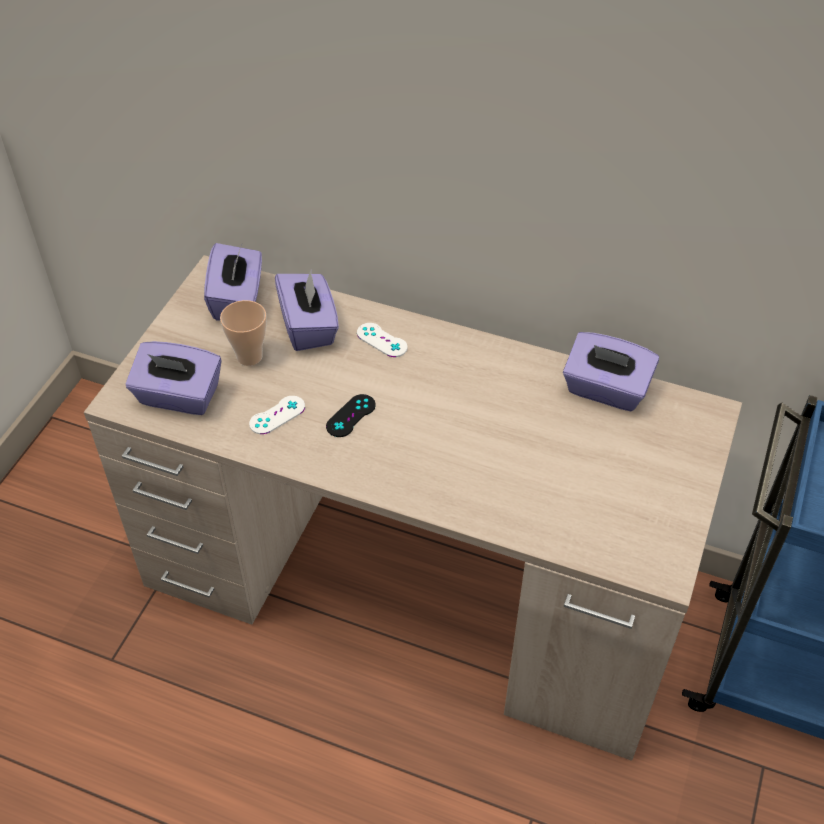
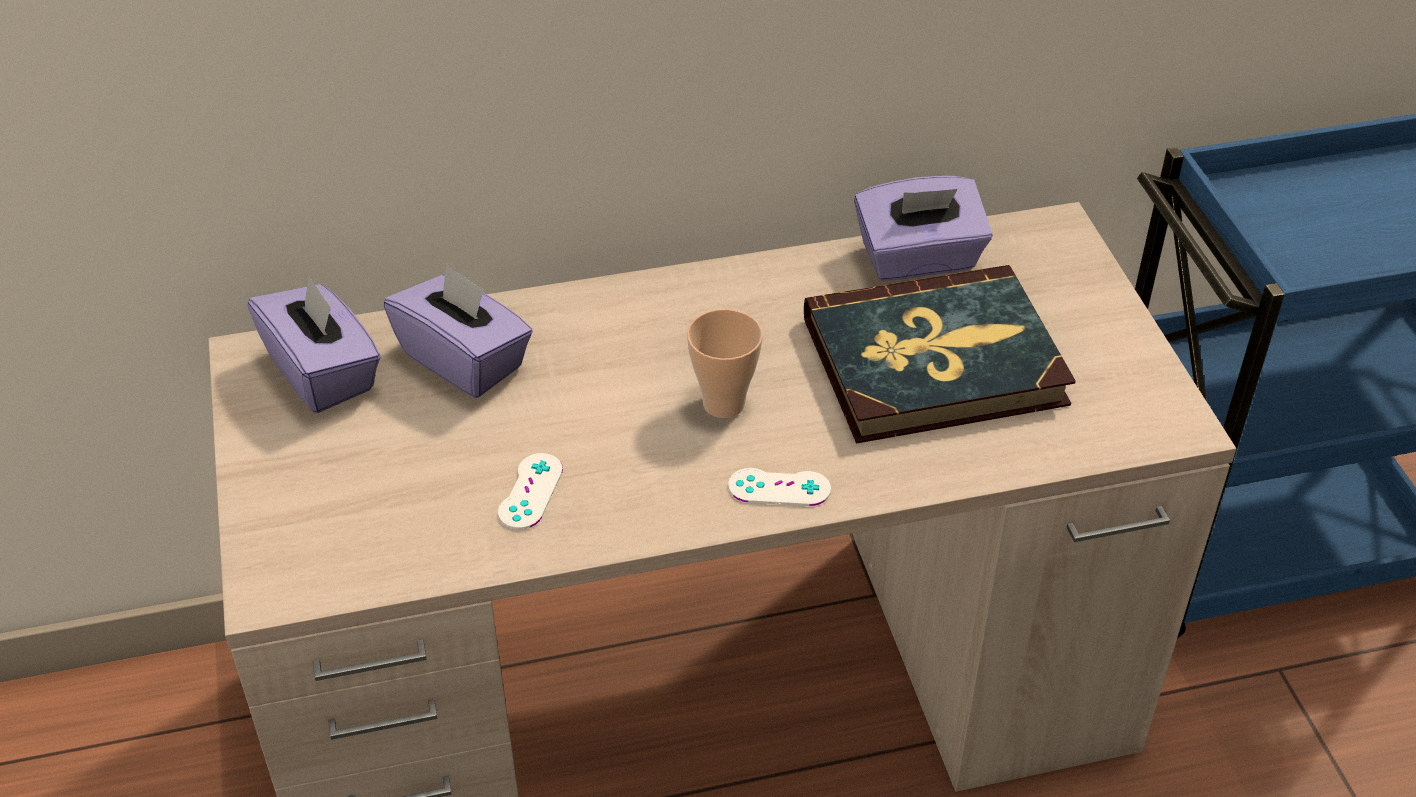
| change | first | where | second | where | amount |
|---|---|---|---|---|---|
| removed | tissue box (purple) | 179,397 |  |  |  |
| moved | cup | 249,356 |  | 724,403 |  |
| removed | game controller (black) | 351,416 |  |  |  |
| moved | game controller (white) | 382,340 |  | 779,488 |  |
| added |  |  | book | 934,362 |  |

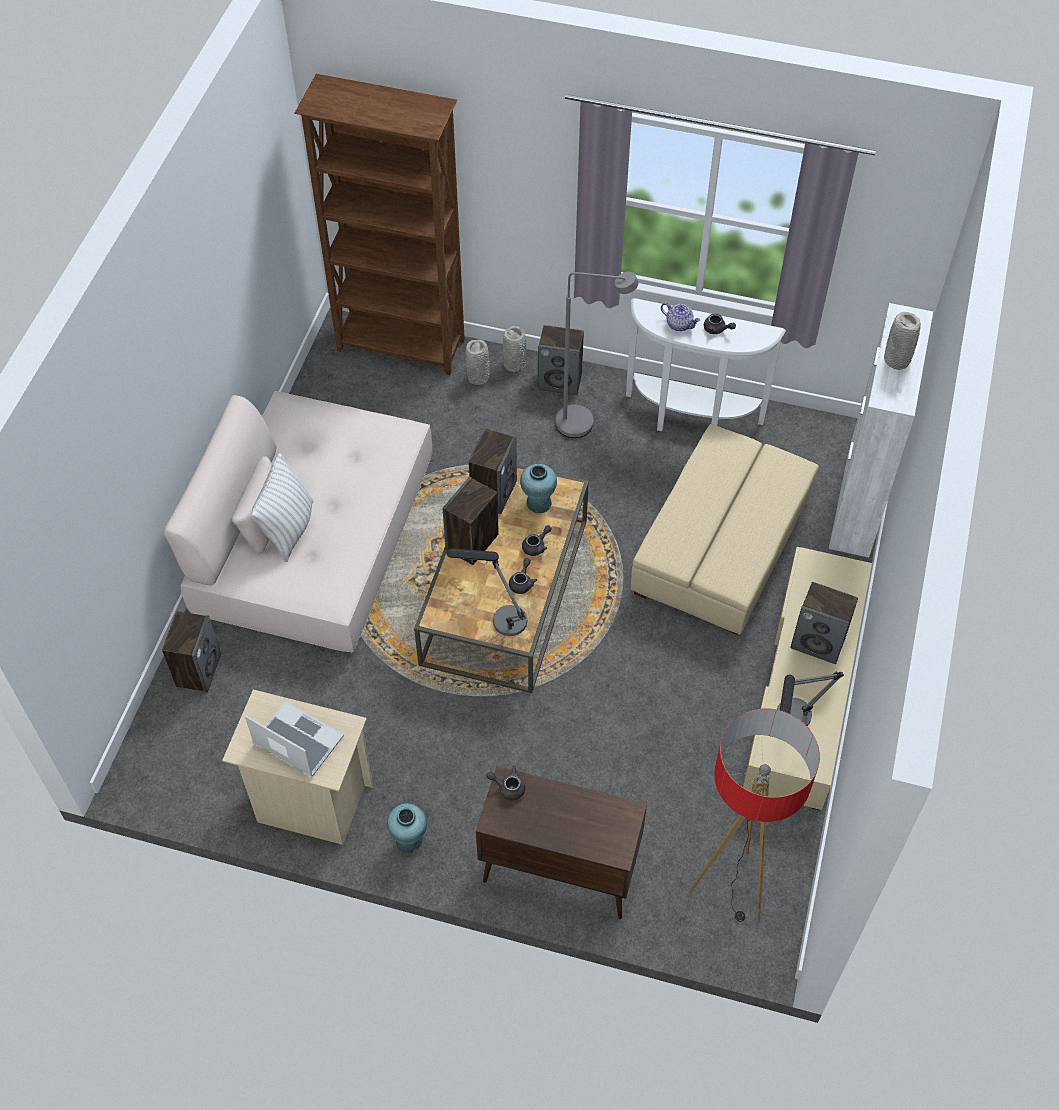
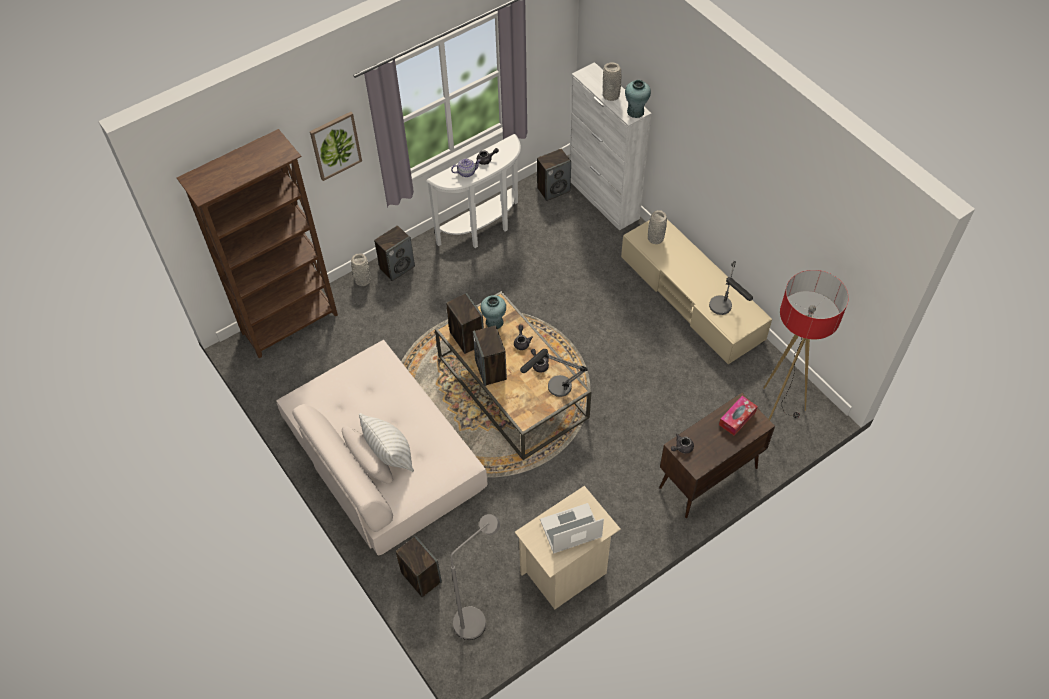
| change | first | where | second | where | amount |
|---|---|---|---|---|---|
| moved | vase (turquoise) | 409,839 |  | 635,111 |  |
| moved | vase (grey) | 478,377 |  | 655,238 |  |
| moved | floor lamp (grey) | 585,424 |  | 476,617 |  |
| removed | ottoman (beige) | 721,546 |  |  |  |
| moved | speaker | 818,642 |  | 553,189 |  |
| added |  |  | picture | 335,145 |  |
| added |  |  | tissue box | 737,418 |  |

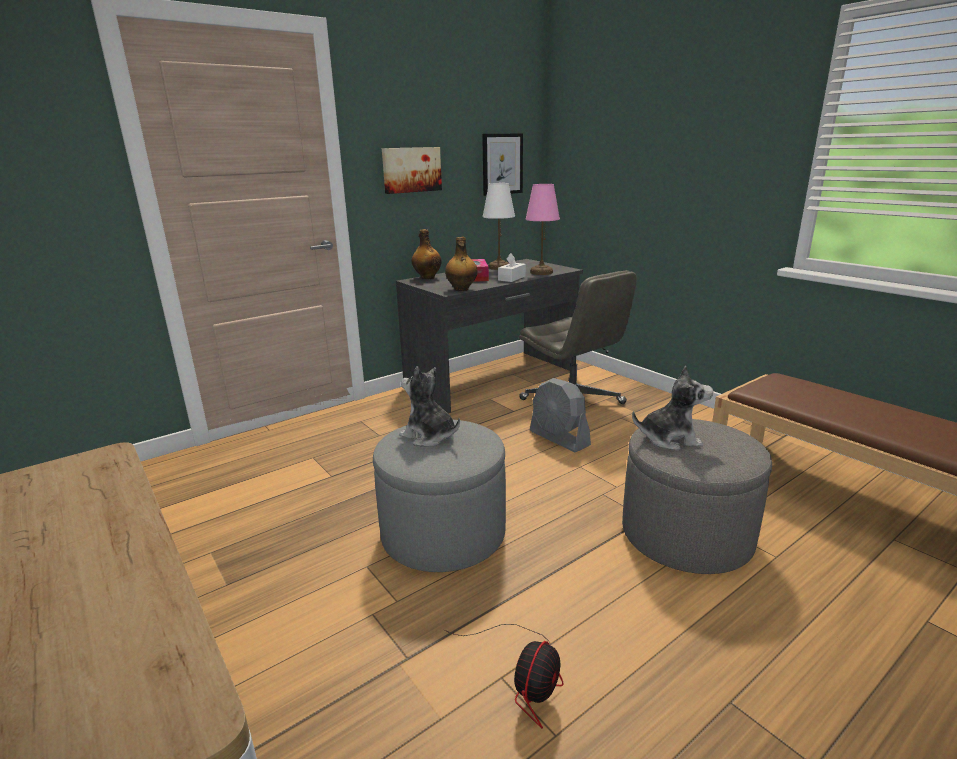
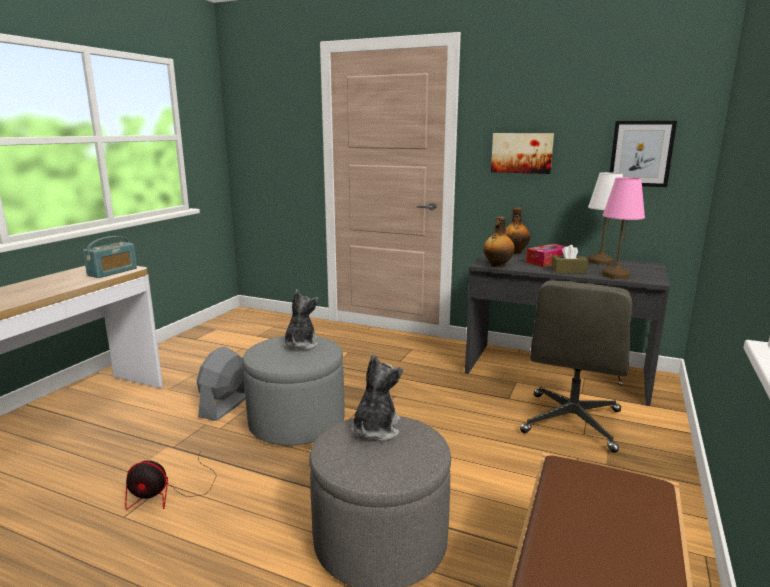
| change | first | where | second | where | amount |
|---|---|---|---|---|---|
| recoloured | tissue box (white) | 512,278 | tissue box (brown) | 568,271 |  |
| moved | fan (grey) | 559,438 |  | 225,405 |  |
| turned | plush toy | 670,439 |  | 375,429 | 135 degrees counterclockwise |
| added |  |  | radio | 112,272 |  |

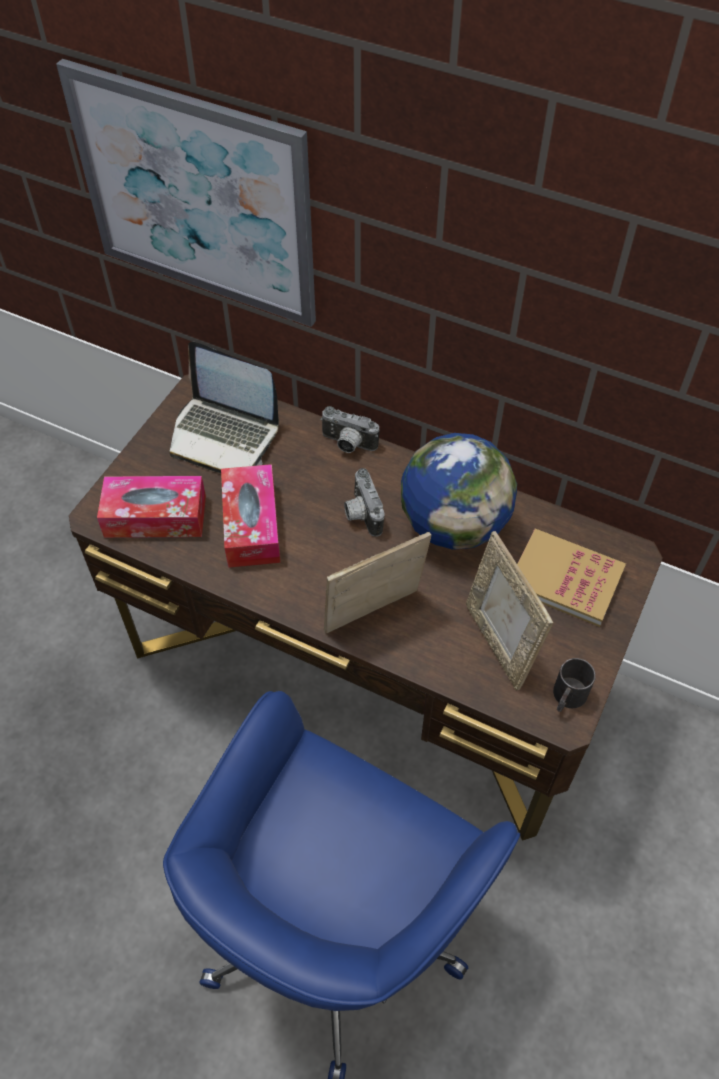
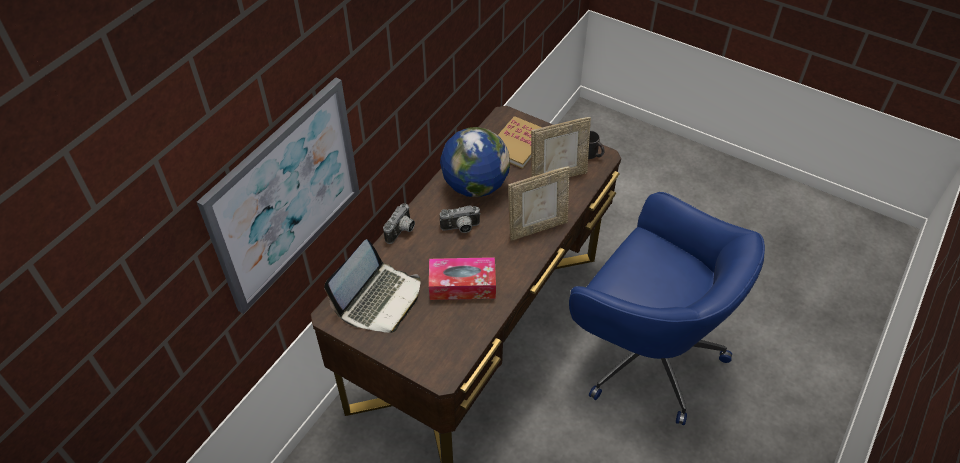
| change | first | where | second | where | amount |
|---|---|---|---|---|---|
| removed | tissue box | 155,516 |  |  |  |
| turned | picture frame | 374,616 |  | 537,227 | 90 degrees counterclockwise |

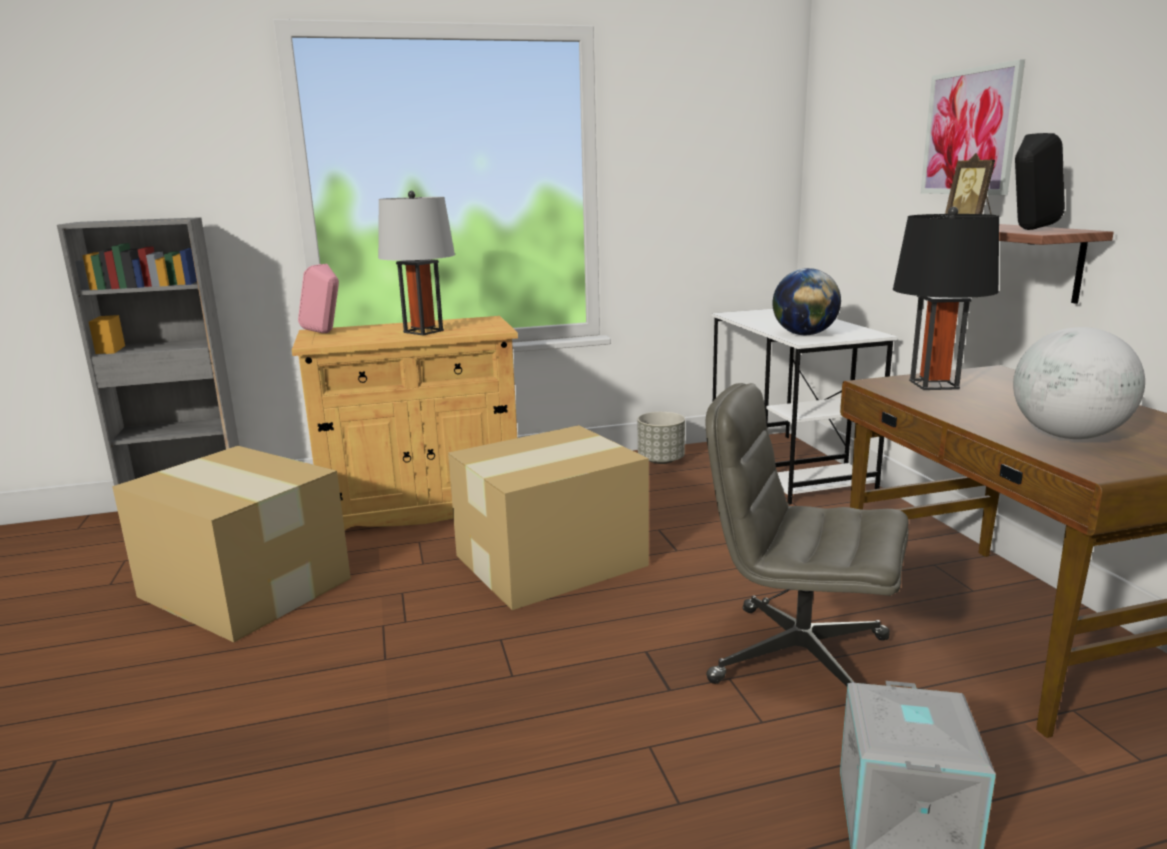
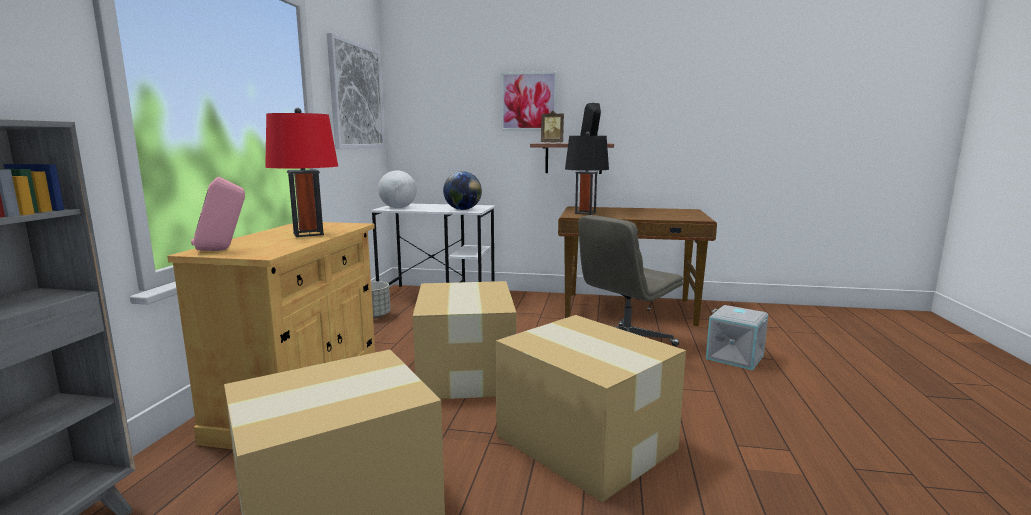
| change | first | where | second | where | amount |
|---|---|---|---|---|---|
| recoloured | table lamp (grey) | 423,331 | table lamp (red) | 308,234 |  |
| moved | globe | 1068,436 |  | 398,208 |  |
| added |  |  | picture | 356,96 |  |
| added |  |  | cardboard box | 586,443 |  |

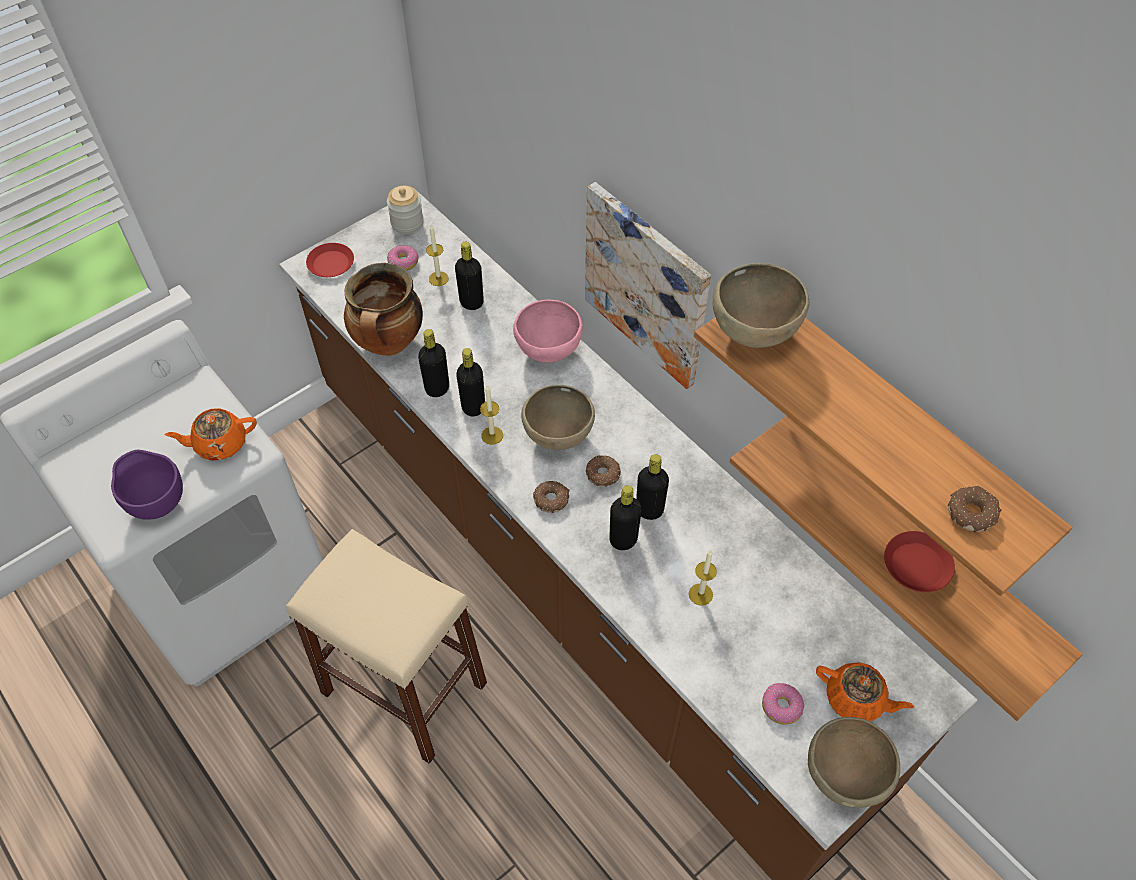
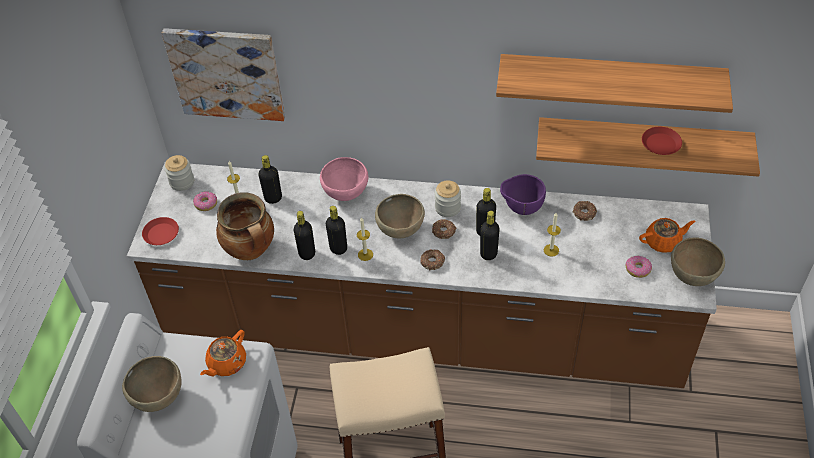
| change | first | where | second | where | amount |
|---|---|---|---|---|---|
| moved | bowl (purple) | 157,502 |  | 521,208 |  |
| moved | picture | 647,285 |  | 226,73 |  |
| moved | bowl (brown) | 754,334 |  | 159,398 |  |
| moved | donut | 971,512 |  | 584,213 |  |
| added |  |  | jar | 447,208 |  |

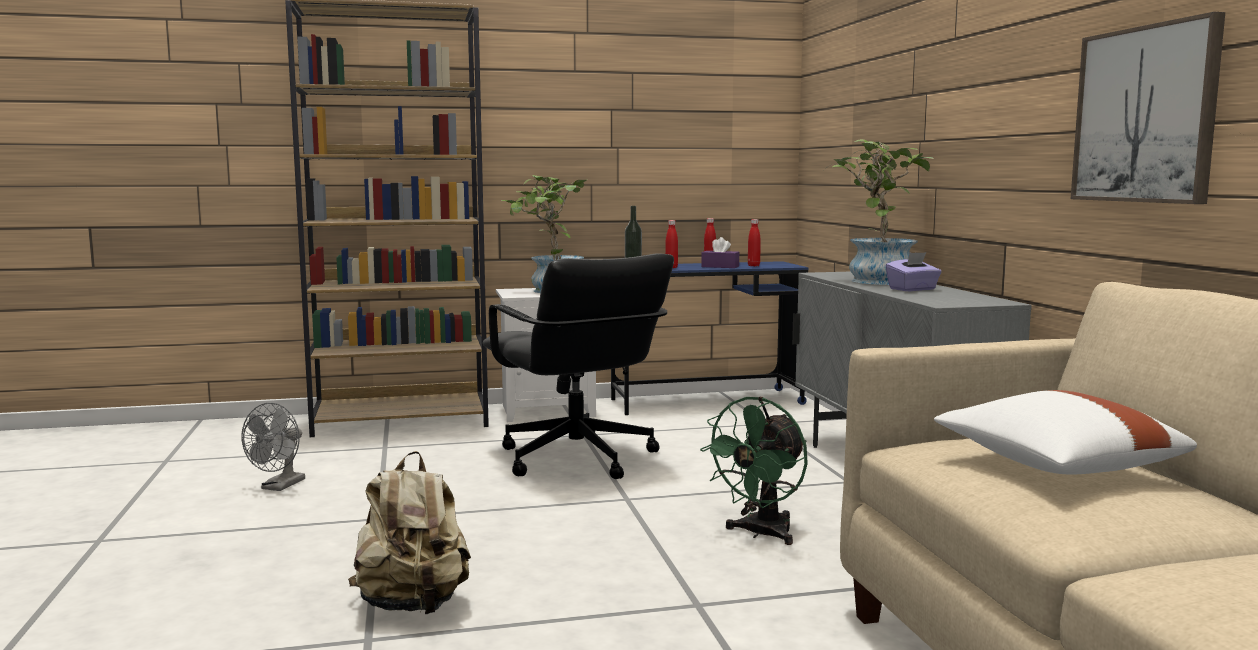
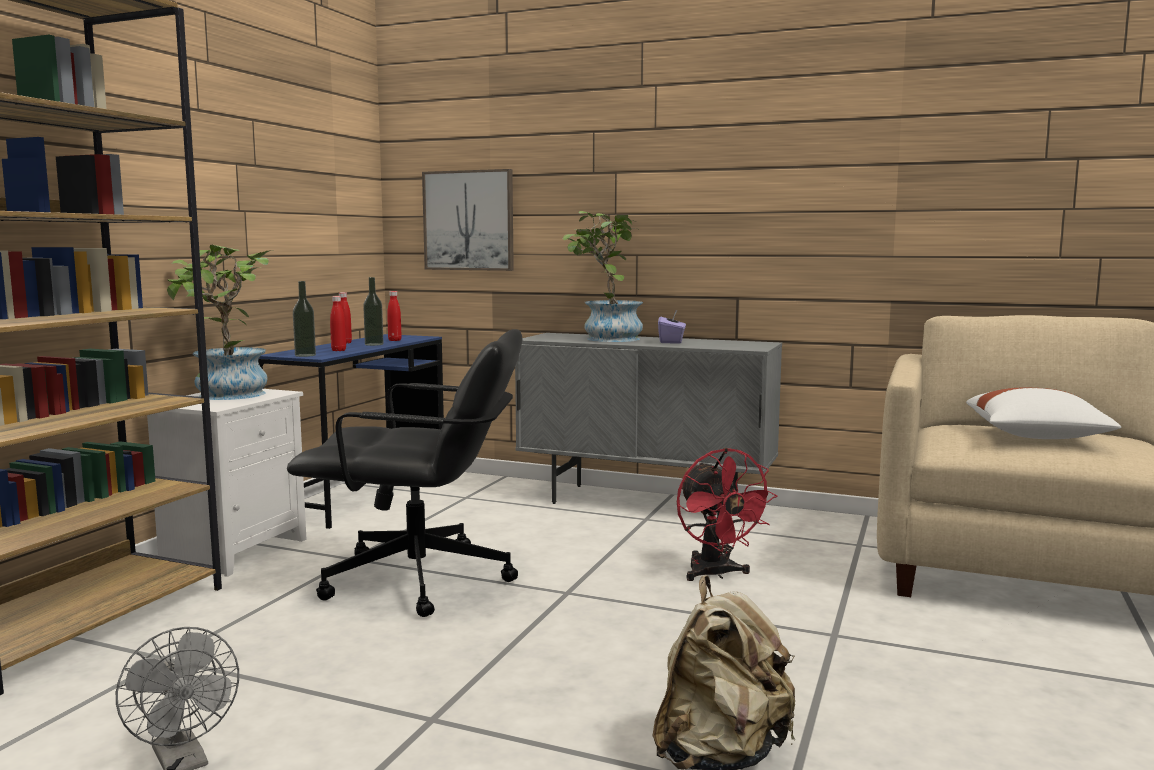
| change | first | where | second | where | amount |
|---|---|---|---|---|---|
| recoloured | fan (green) | 761,534 | fan (red) | 716,574 |  |
| replaced | tissue box (purple) | 720,266 | bottle | 374,344 |  |
| moved | picture | 1145,115 |  | 469,220 |  |

